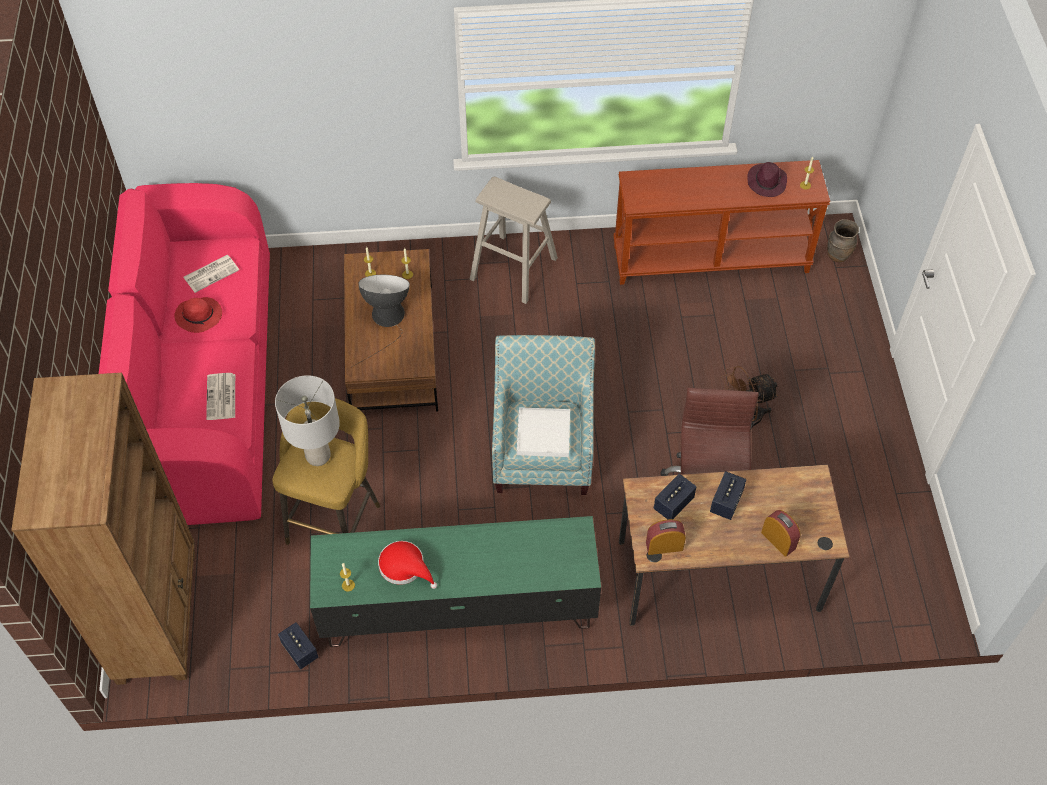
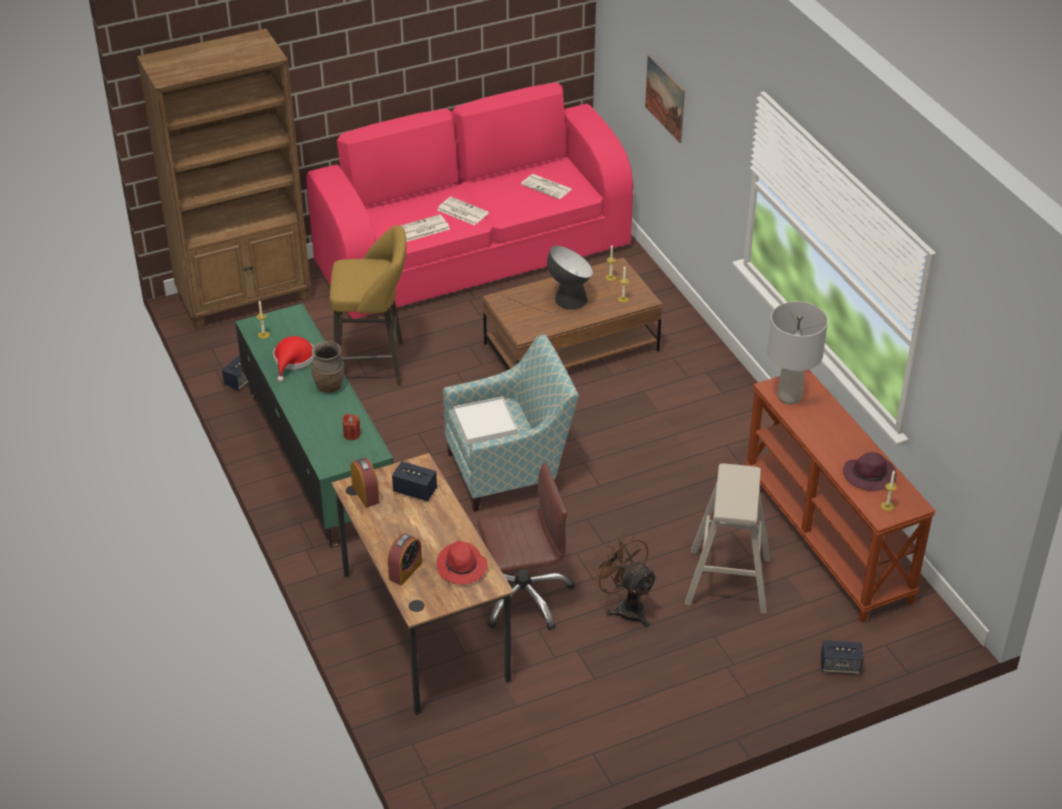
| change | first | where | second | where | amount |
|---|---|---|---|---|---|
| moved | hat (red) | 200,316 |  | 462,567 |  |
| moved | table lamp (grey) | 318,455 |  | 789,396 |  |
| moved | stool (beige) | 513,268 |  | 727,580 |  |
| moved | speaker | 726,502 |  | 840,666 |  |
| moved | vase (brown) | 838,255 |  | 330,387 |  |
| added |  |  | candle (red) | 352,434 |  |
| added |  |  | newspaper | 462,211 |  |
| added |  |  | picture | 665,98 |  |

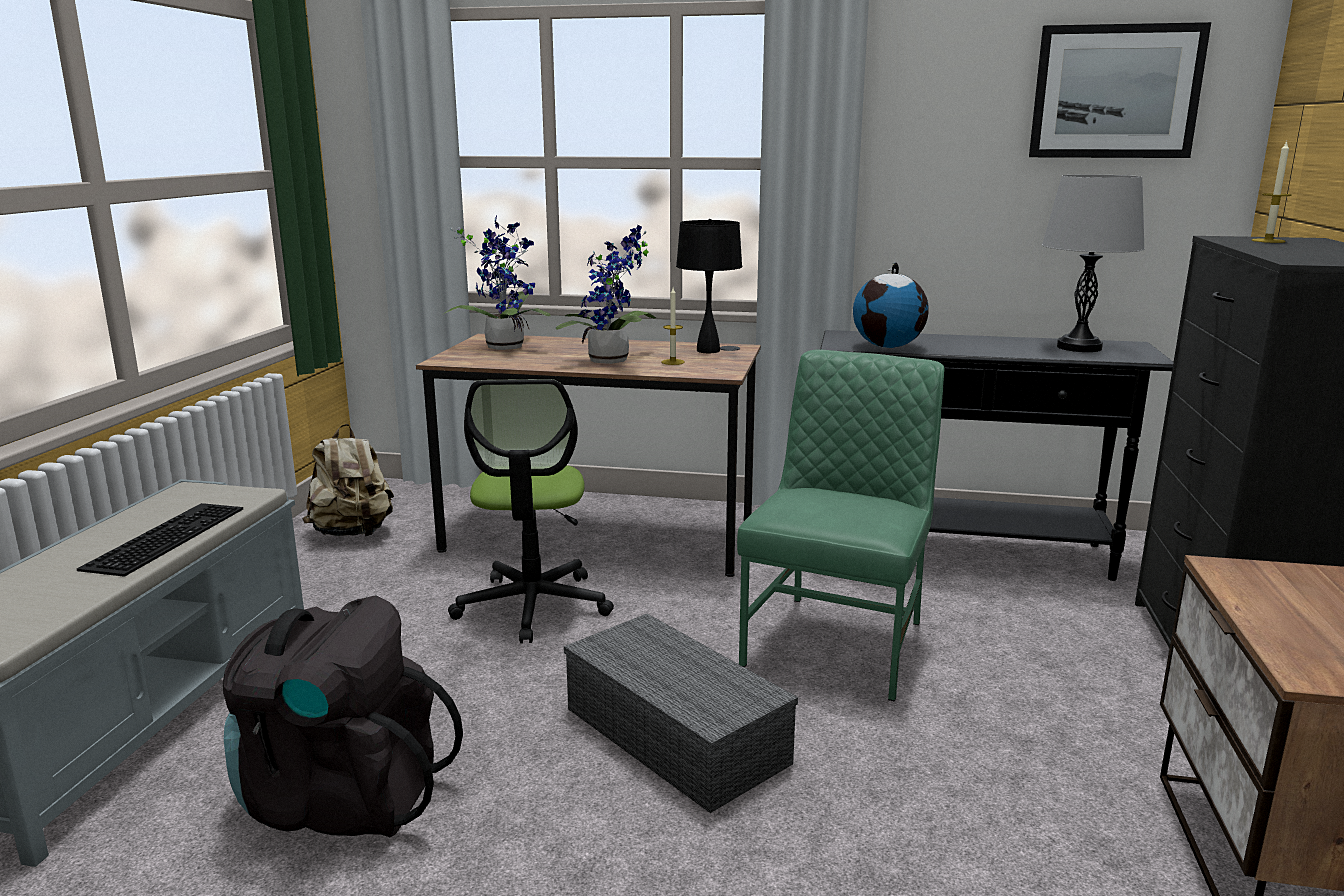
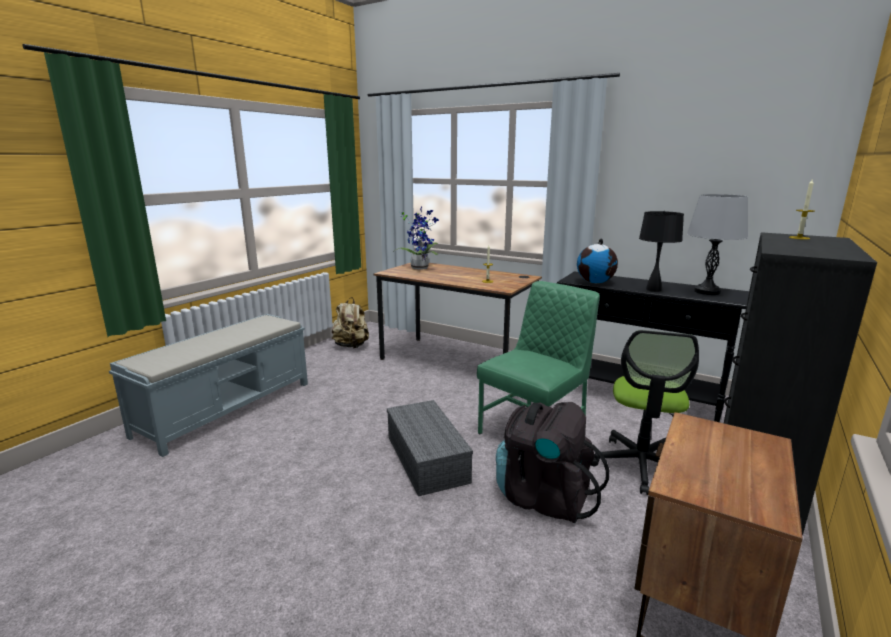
| change | first | where | second | where | amount |
|---|---|---|---|---|---|
| removed | keyboard | 164,536 |  |  |  |
| moved | backpack (black) | 341,798 |  | 544,497 |  |
| moved | office chair | 533,606 |  | 640,465 |  |
| removed | potted plant | 613,361 |  |  |  |
| moved | table lamp (black) | 708,351 |  | 653,290 |  |
| removed | picture | 1115,92 |  |  |  |

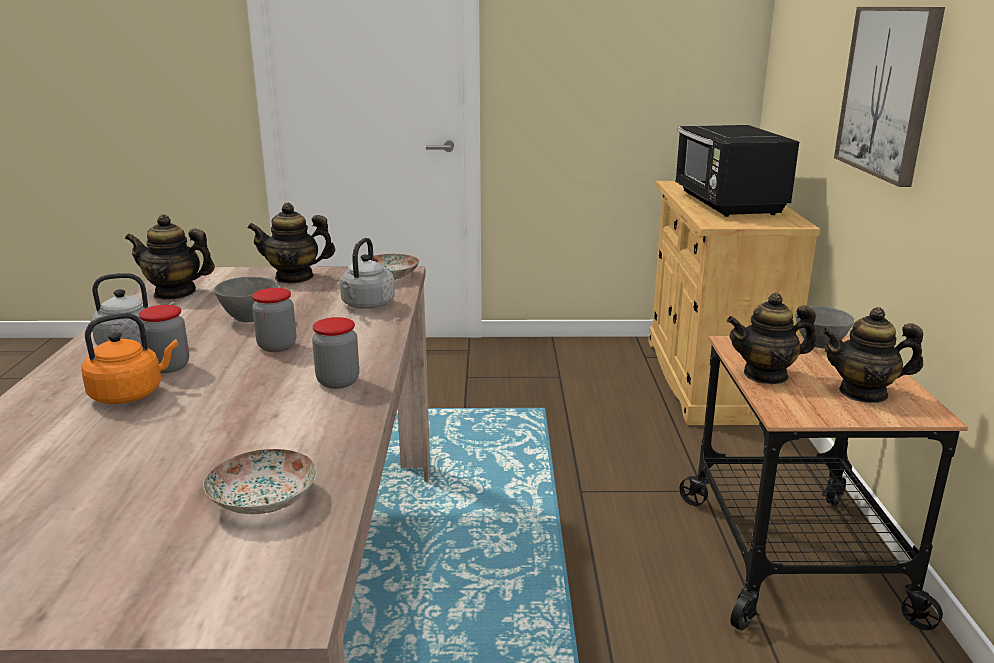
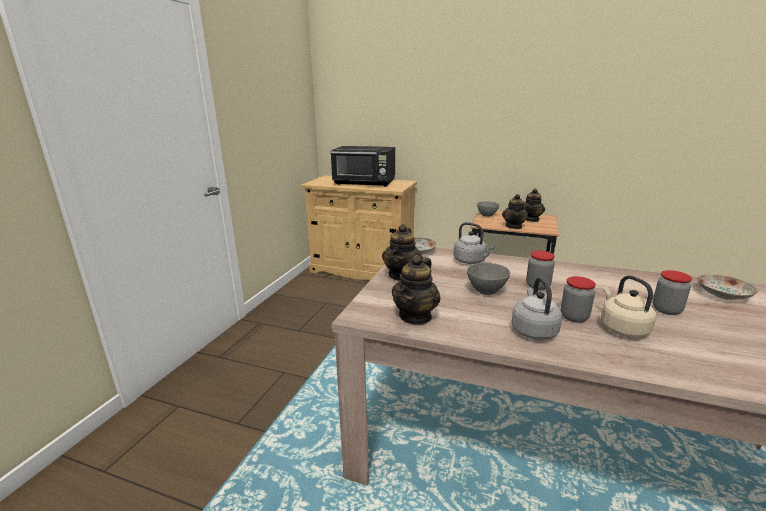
| change | first | where | second | where | amount |
|---|---|---|---|---|---|
| recoloured | kettle (orange) | 131,394 | kettle (beige) | 622,328 |  |
| moved | jar | 338,382 |  | 666,310 |  |
| removed | picture | 888,92 |  |  |  |

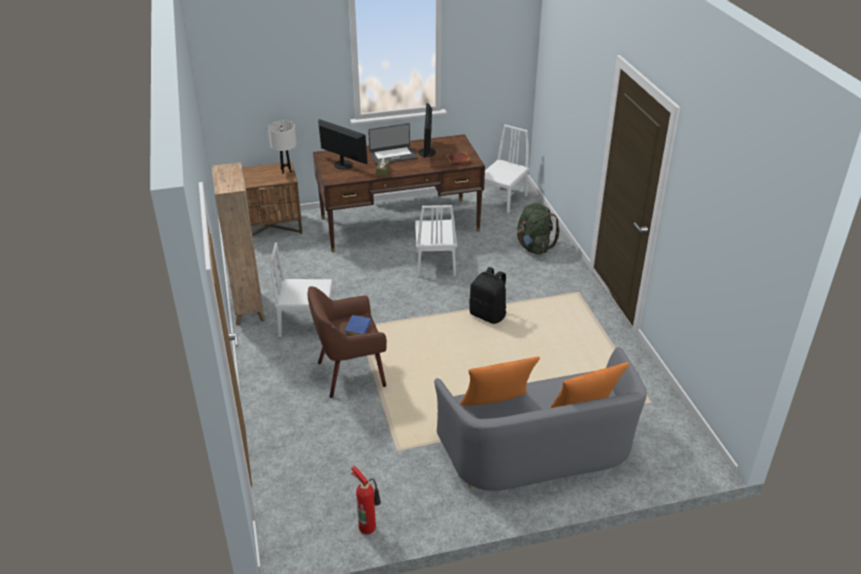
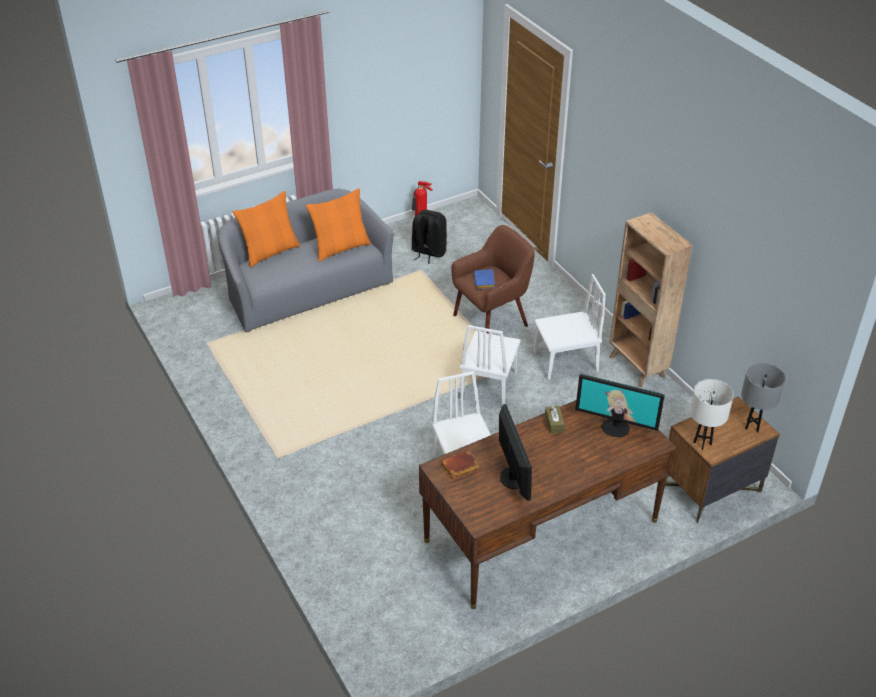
| change | first | where | second | where | amount |
|---|---|---|---|---|---|
| removed | laptop | 393,155 |  |  |  |
| moved | backpack (black) | 488,315 |  | 428,252 |  |
| moved | chair (white) | 502,200 |  | 488,385 |  |
| removed | backpack (green) | 533,247 |  |  |  |
| added |  |  | table lamp (grey) | 752,426 |  |

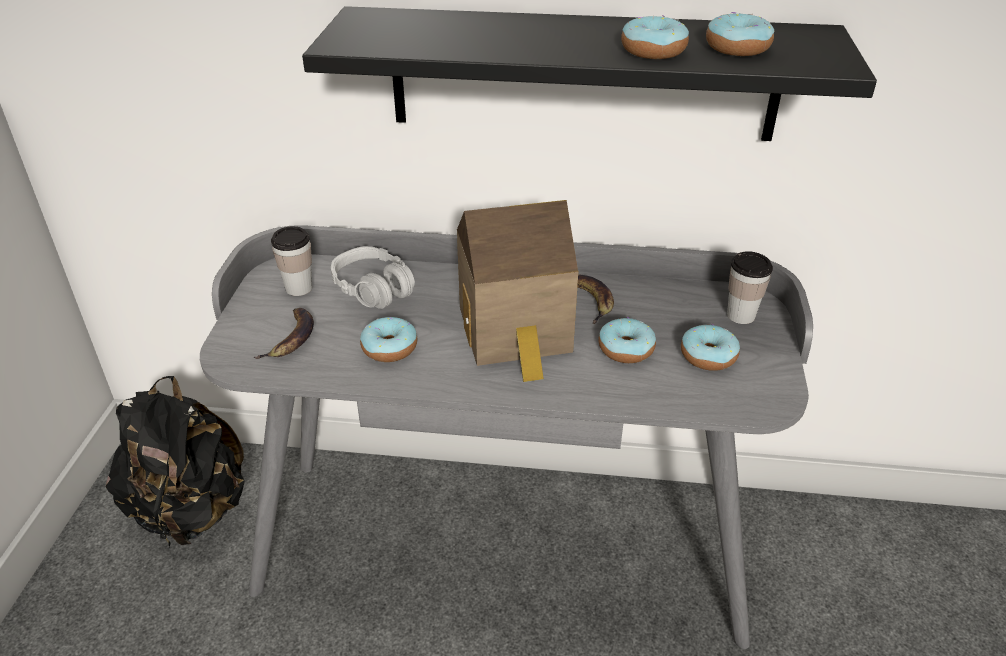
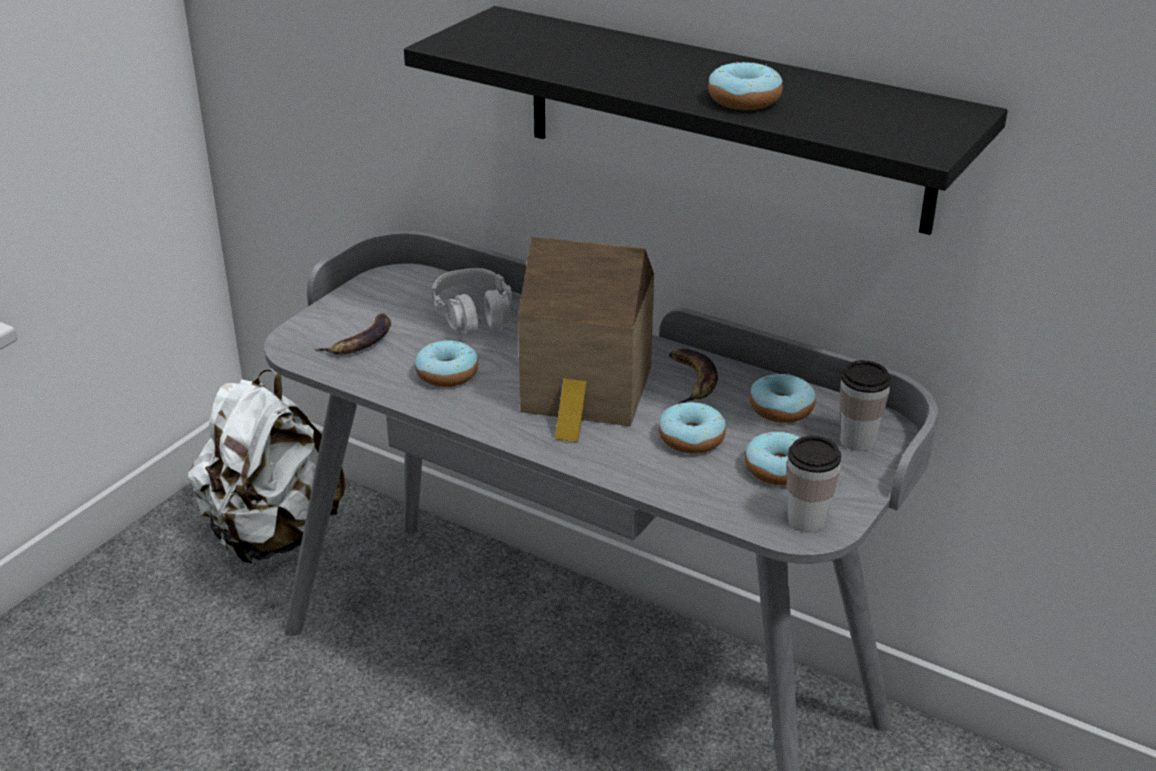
| change | first | where | second | where | amount |
|---|---|---|---|---|---|
| recoloured | backpack (black) | 192,511 | backpack (white) | 272,536 |  |
| moved | cup | 299,288 |  | 807,521 |  |
| moved | donut | 737,48 |  | 781,409 |  |

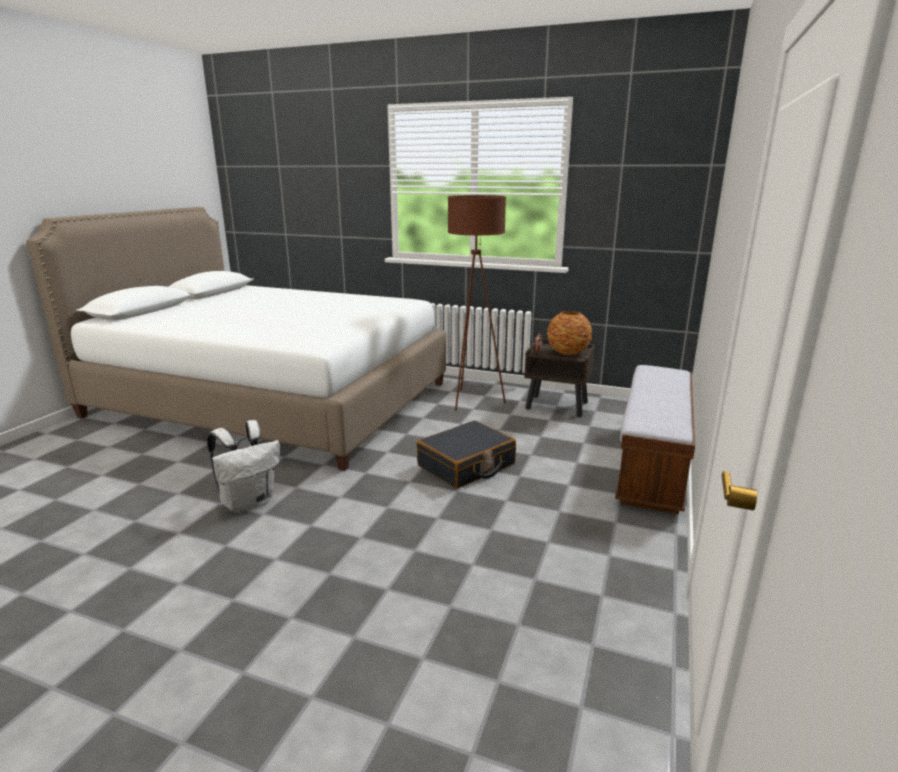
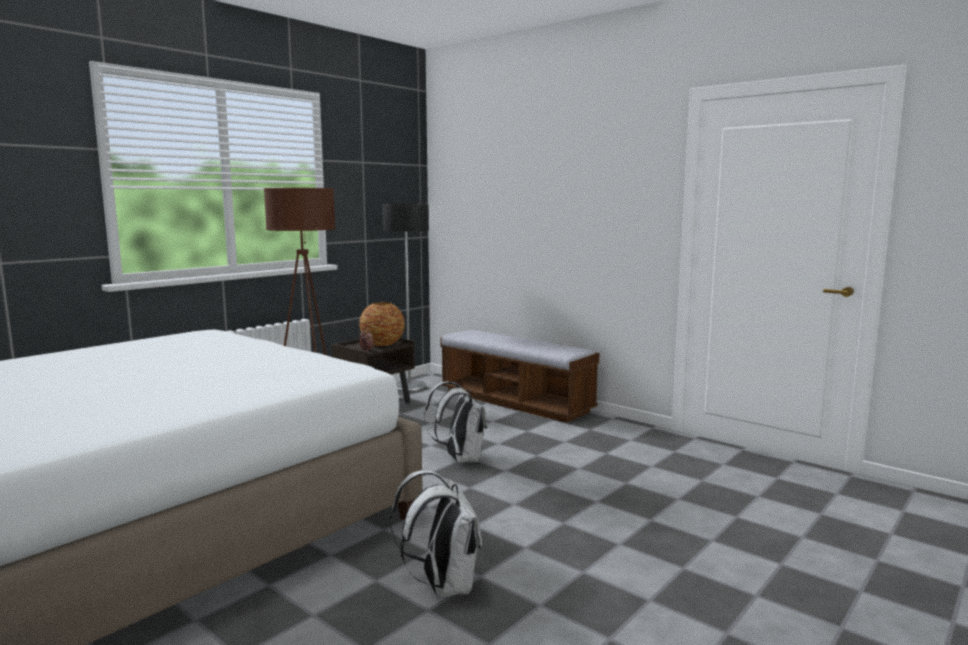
| change | first | where | second | where | amount |
|---|---|---|---|---|---|
| replaced | suitcase (black) | 466,465 | backpack (white) | 460,459 |  |
| added |  |  | floor lamp | 409,387 |  |

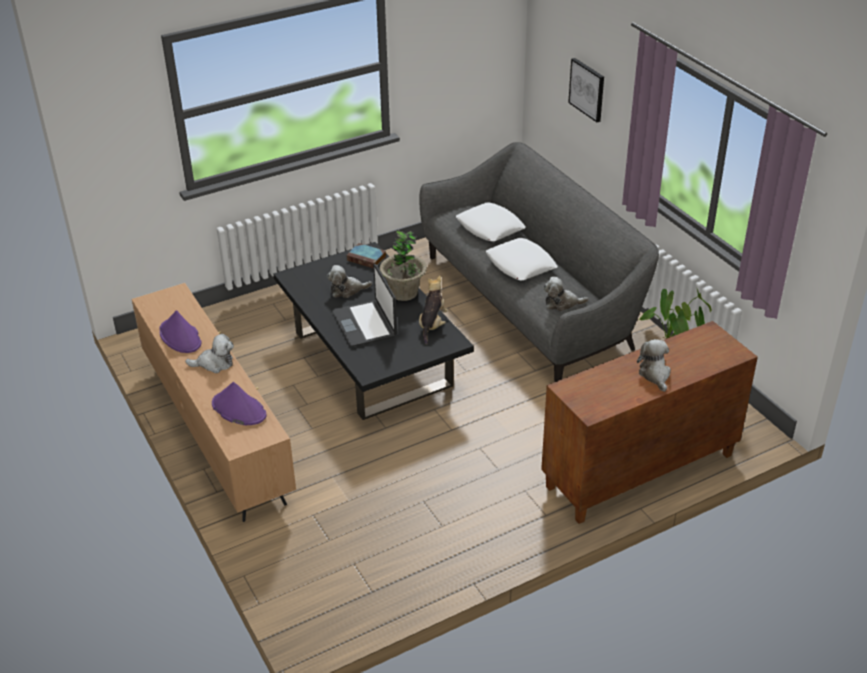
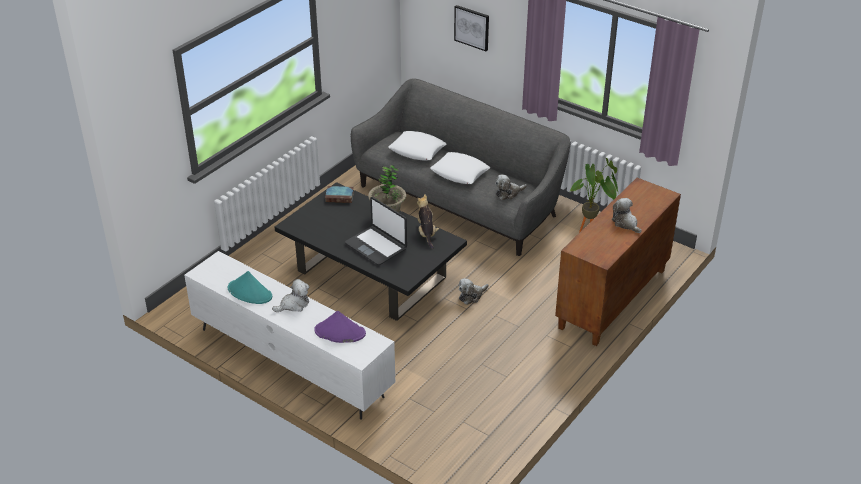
| change | first | where | second | where | amount |
|---|---|---|---|---|---|
| recoloured | tv stand (brown) | 217,432 | tv stand (white) | 292,362 |  |
| recoloured | hat (purple) | 180,337 | hat (turquoise) | 250,292 |  |
| moved | plush toy | 347,290 |  | 471,296 |  |

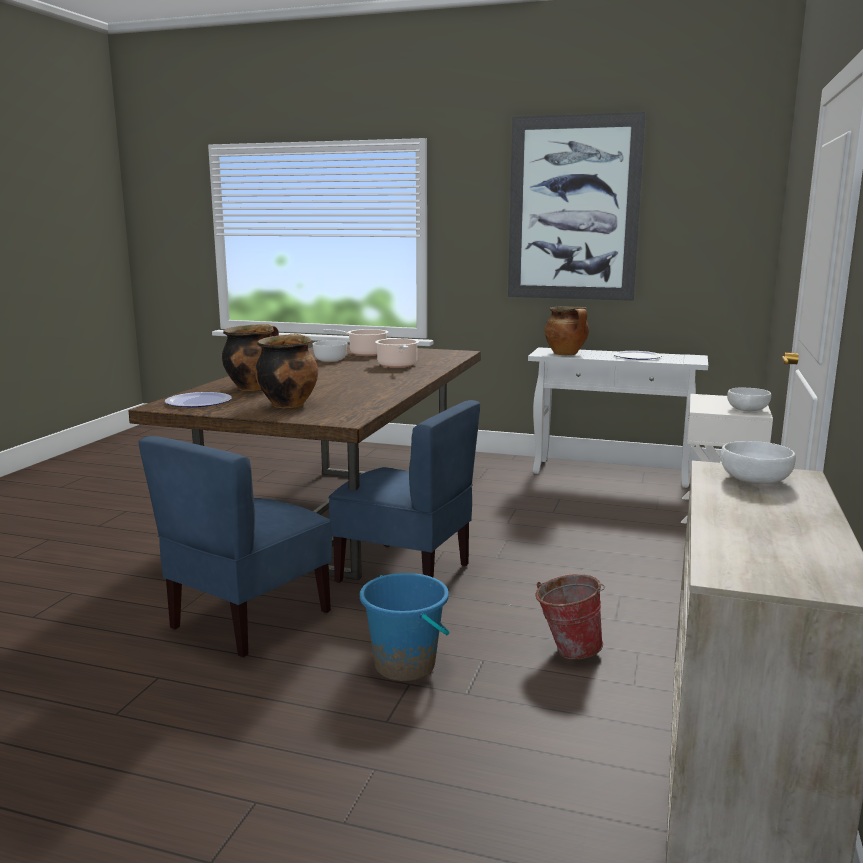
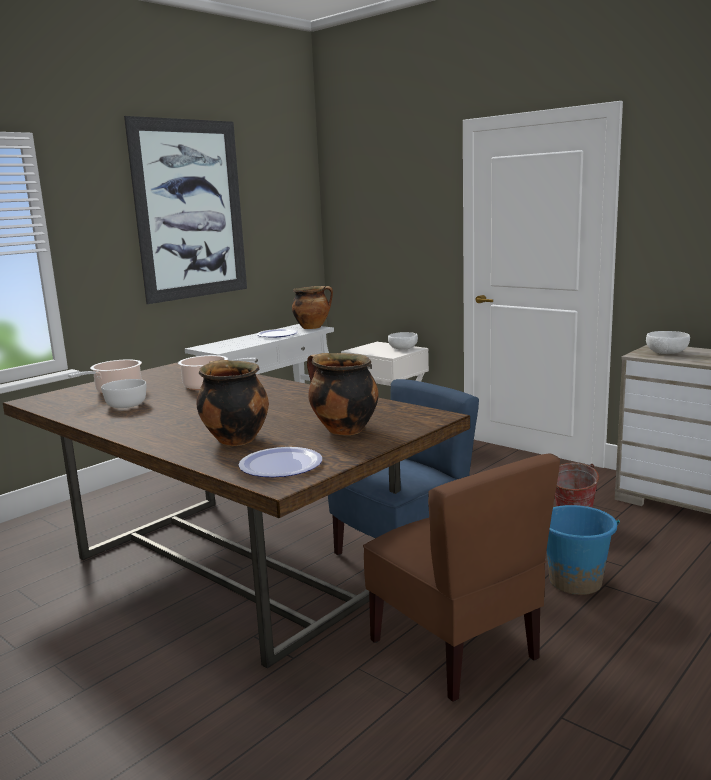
| change | first | where | second | where | amount |
|---|---|---|---|---|---|
| recoloured | chair (blue) | 249,620 | chair (brown) | 456,649 |  |
| moved | cooking pot | 566,354 |  | 313,327 |  |

